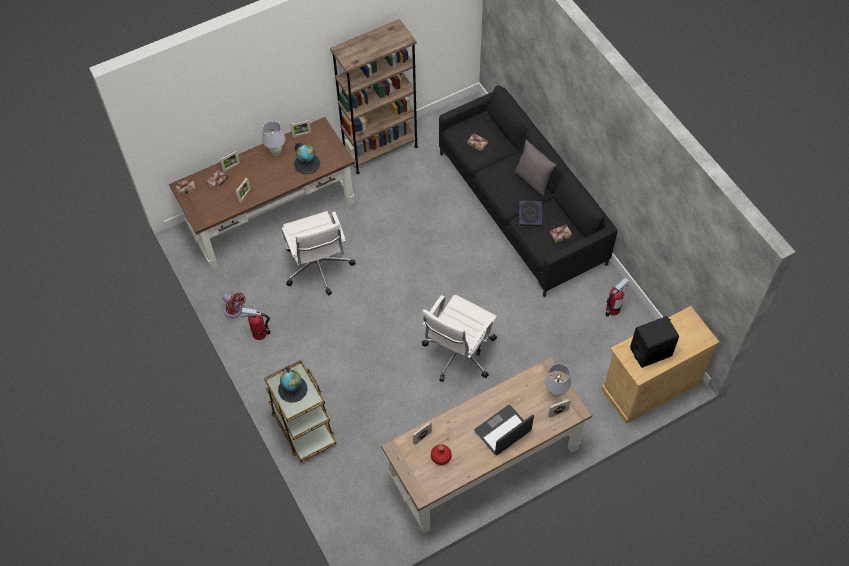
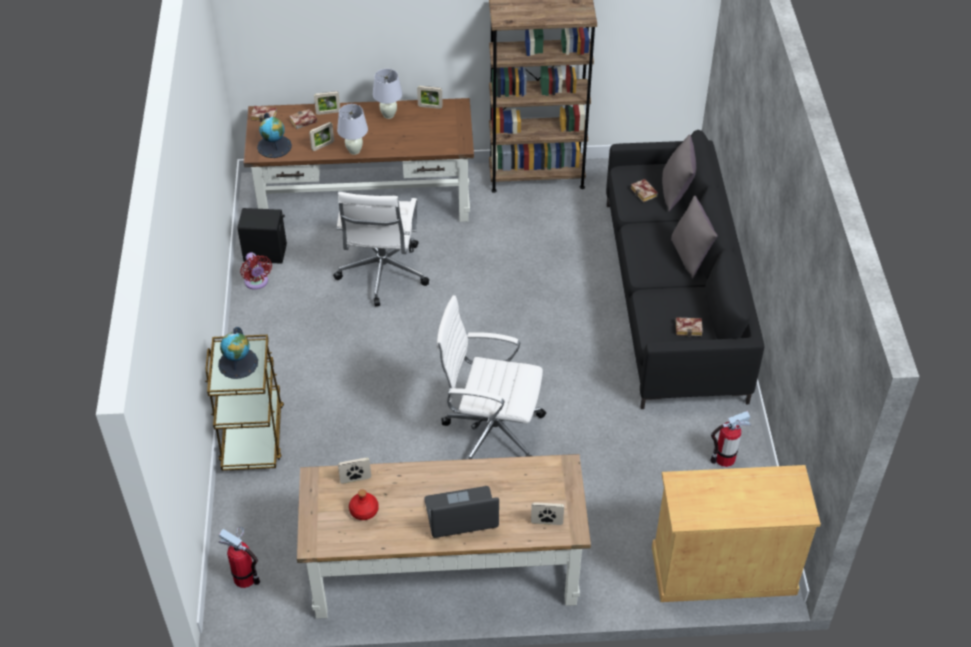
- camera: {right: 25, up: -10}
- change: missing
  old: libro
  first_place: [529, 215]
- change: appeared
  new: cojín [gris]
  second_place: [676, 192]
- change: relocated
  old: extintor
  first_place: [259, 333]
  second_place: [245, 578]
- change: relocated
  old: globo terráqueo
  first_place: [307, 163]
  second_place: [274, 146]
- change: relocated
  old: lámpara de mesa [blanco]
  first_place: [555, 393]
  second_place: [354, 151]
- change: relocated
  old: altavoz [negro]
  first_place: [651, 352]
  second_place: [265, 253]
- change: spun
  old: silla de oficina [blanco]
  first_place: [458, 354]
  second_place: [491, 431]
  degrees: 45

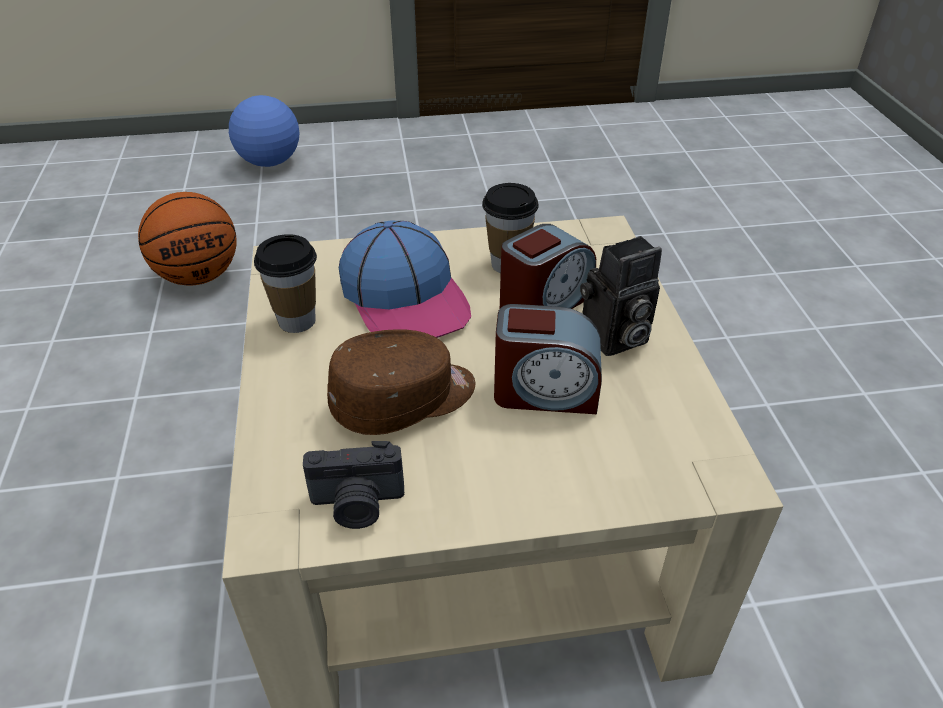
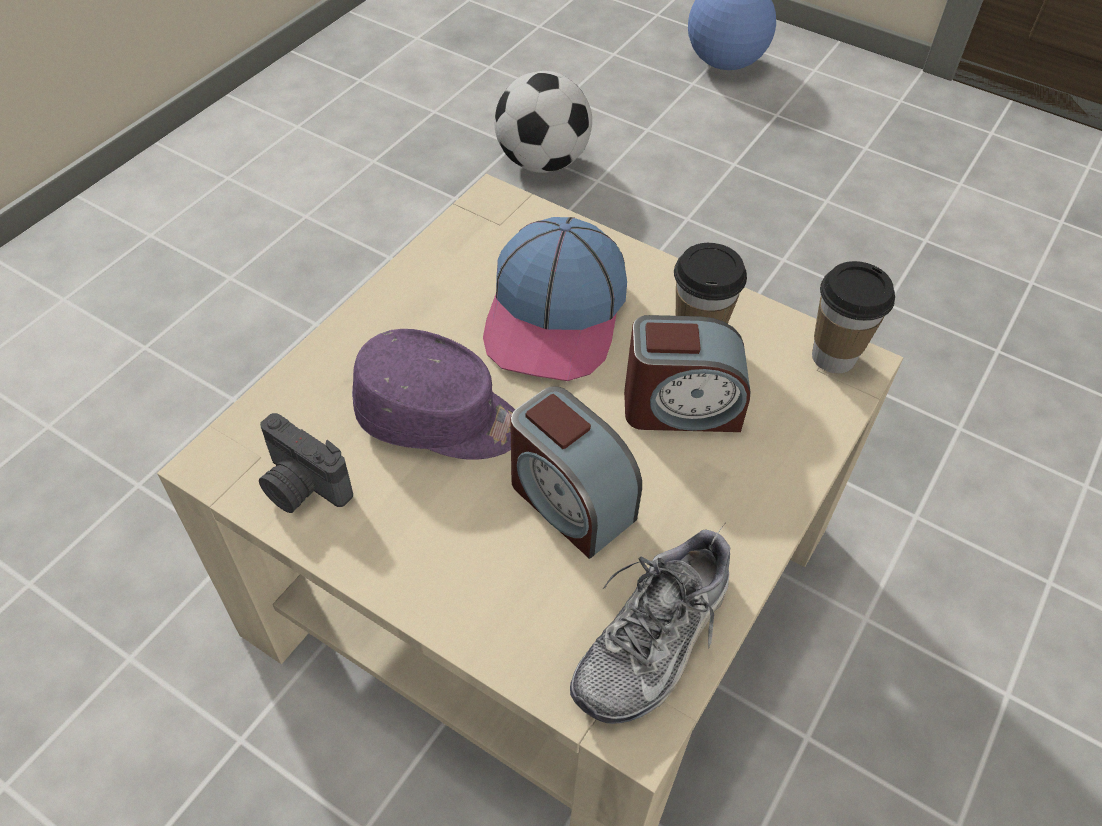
- camera: {right: 40, up: 10}
- change: missing
  old: cámara
  first_place: [613, 339]
- change: appeared
  new: zapato
  second_place: [654, 639]
- change: relocated
  old: taza
  first_place: [297, 321]
  second_place: [833, 357]
- change: exchanged
  old: balón de baloncesto
  new: balón de fútbol
  first_place: [198, 276]
  second_place: [543, 162]
- change: colour
  old: gorra [marrón]
  new: gorra [morado]
  first_place: [405, 400]
  second_place: [440, 419]

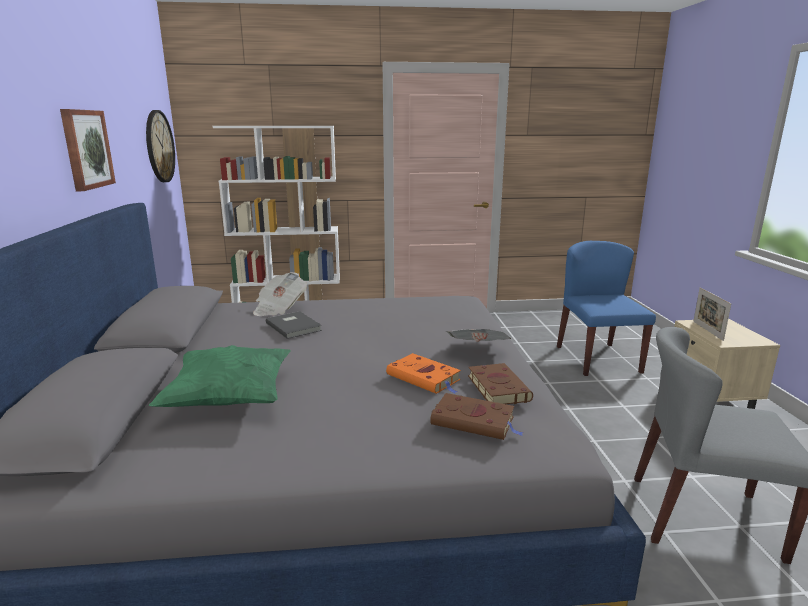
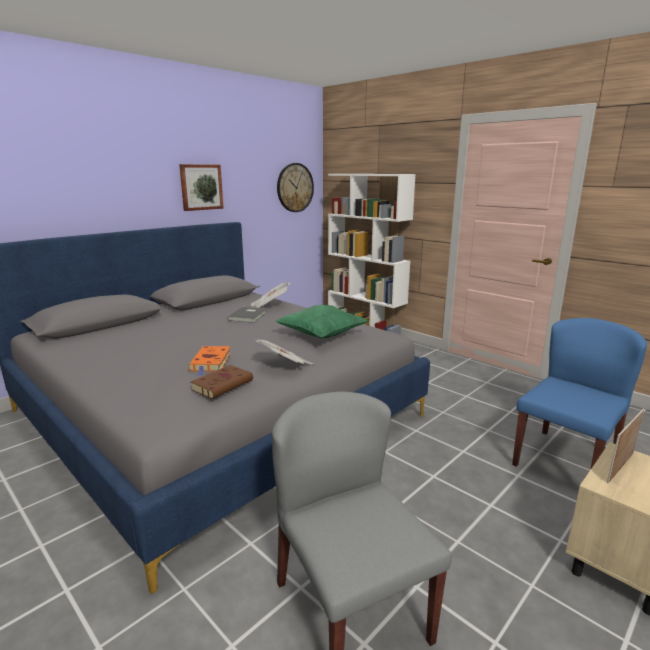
- camera: {right: 50, up: 0}
- change: missing
  old: libro [marrón]
  first_place: [475, 421]
- change: relocated
  old: cojín [verde]
  first_place: [229, 399]
  second_place: [321, 336]

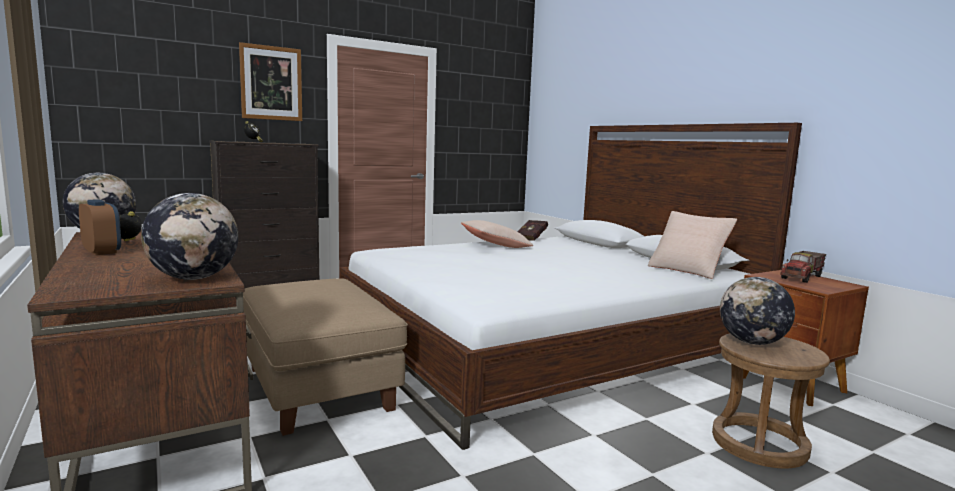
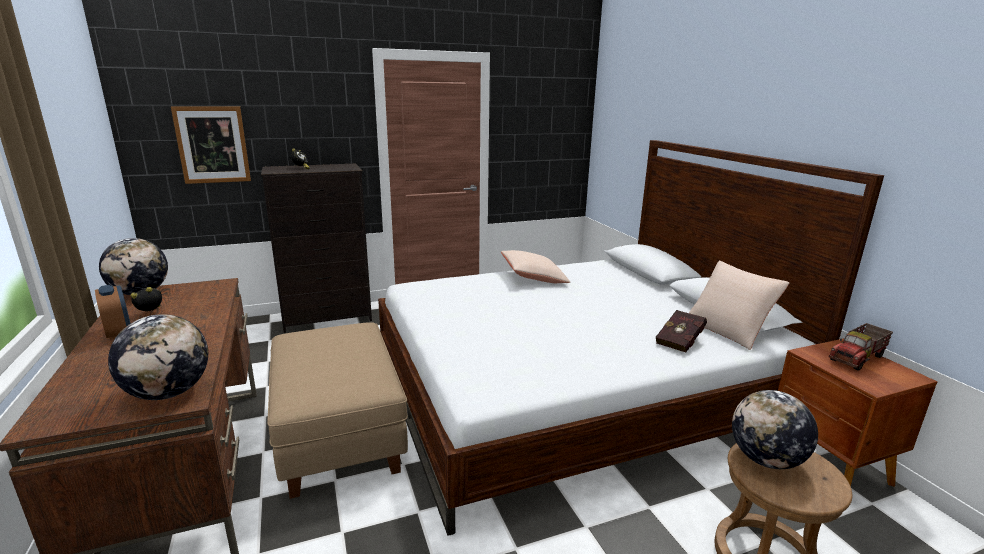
- camera: {right: 10, up: 10}
- change: relocated
  old: cuadro
  first_place: [271, 83]
  second_place: [212, 145]
- change: relocated
  old: libro [rojo]
  first_place: [532, 239]
  second_place: [681, 341]

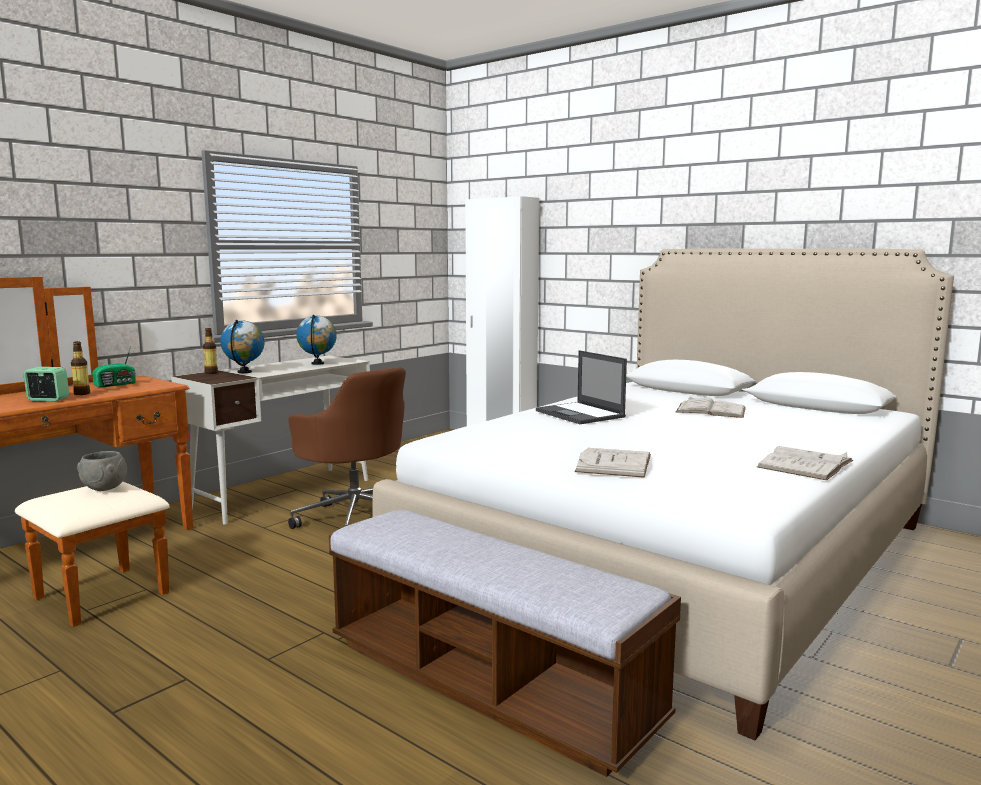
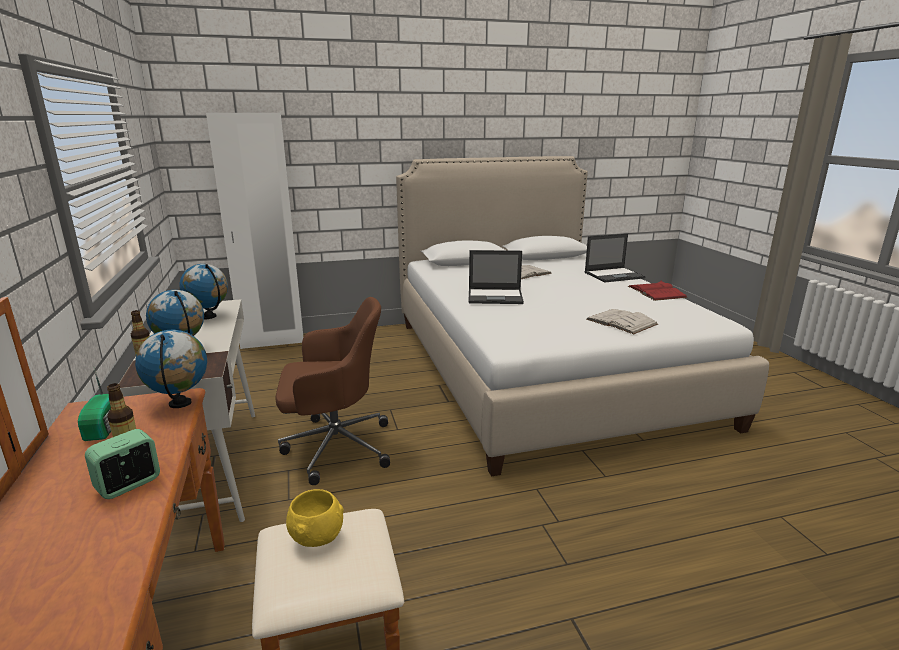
- camera: {right: -55, up: 10}
- change: missing
  old: banco
  first_place: [487, 683]
- change: appeared
  new: globo terráqueo
  second_place: [180, 403]
- change: appeared
  new: portátil
  second_place: [614, 275]
- change: colour
  old: cuenco [gris]
  new: cuenco [amarillo]
  first_place: [103, 489]
  second_place: [316, 539]
- change: colour
  old: libro [blanco]
  new: libro [rojo]
  first_place: [805, 464]
  second_place: [656, 292]

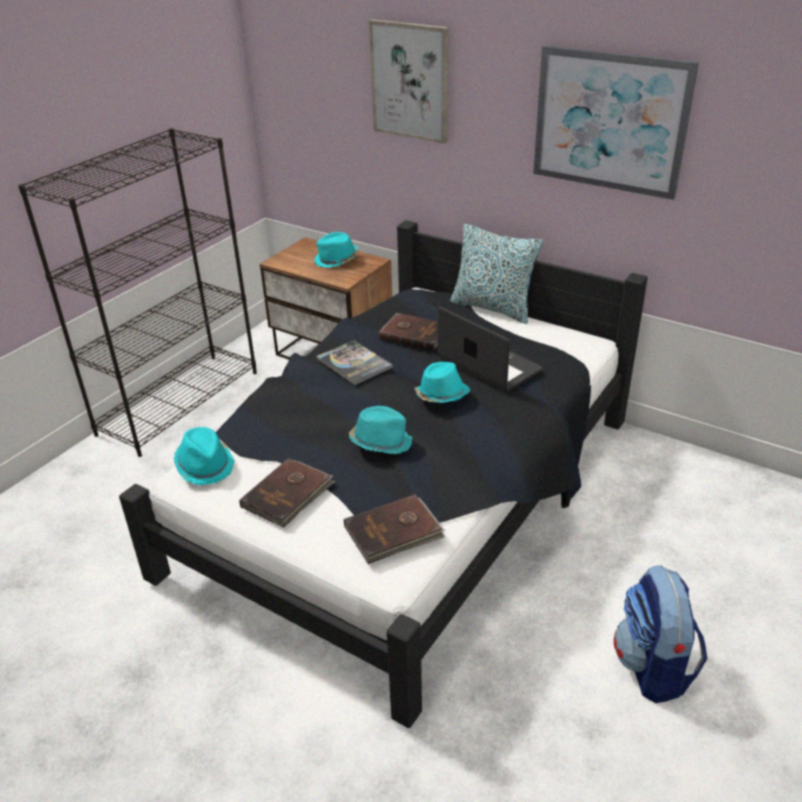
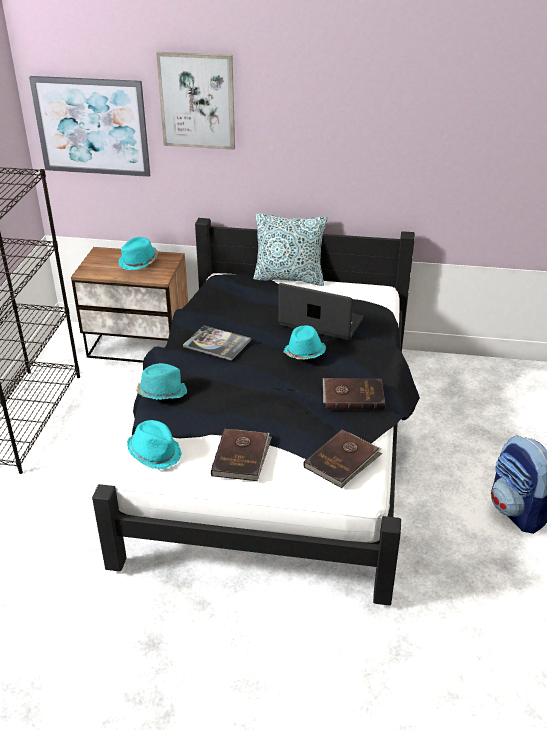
- camera: {right: -25, up: 0}
- change: relocated
  old: sombrero [turquesa]
  first_place: [380, 442]
  second_place: [161, 393]
- change: relocated
  old: libro [marrón]
  first_place: [415, 334]
  second_place: [353, 396]
- change: relocated
  old: cuadro
  first_place: [610, 121]
  second_place: [92, 126]

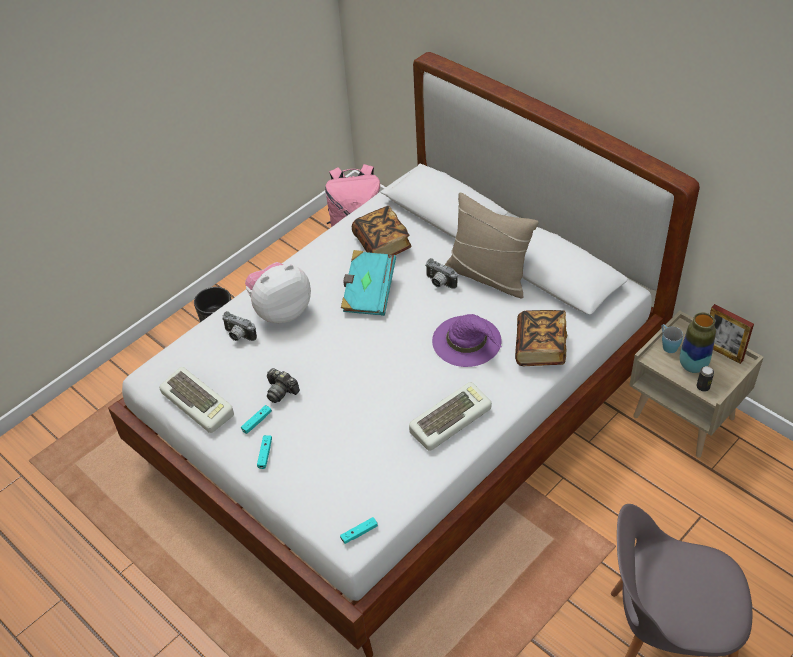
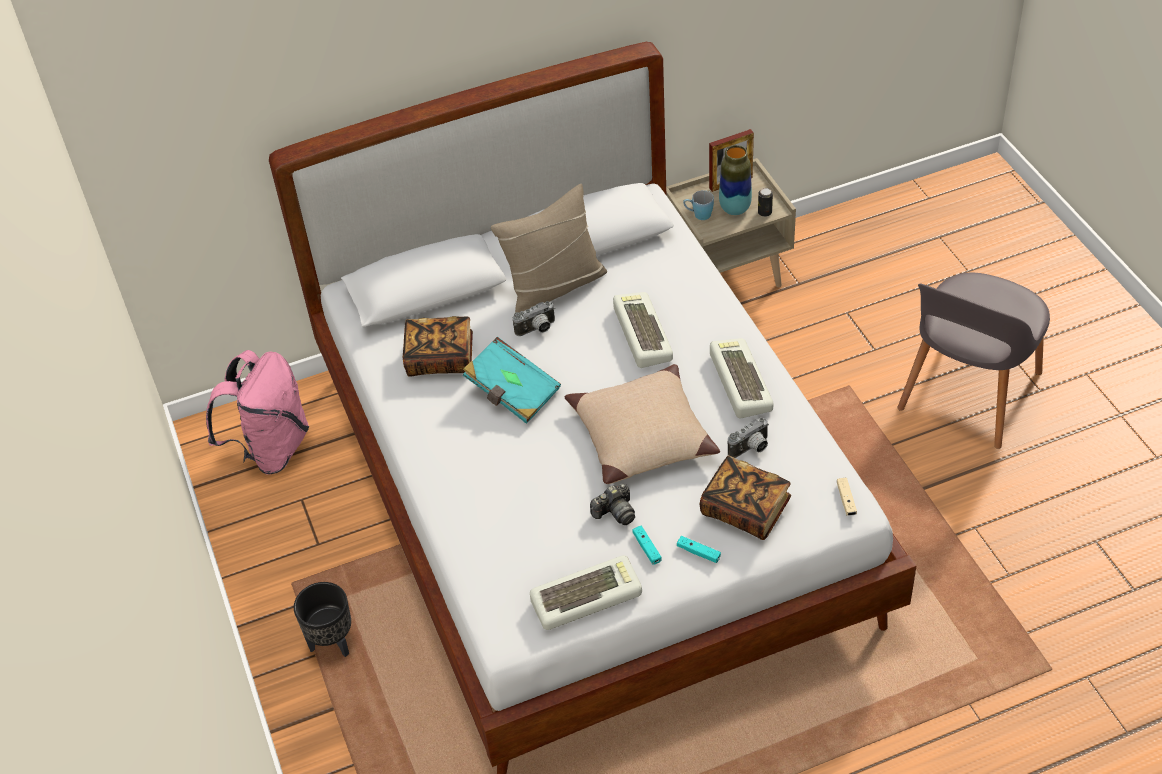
- camera: {right: -65, up: 0}
- change: missing
  old: peluche
  first_place: [281, 311]
- change: appeared
  new: cojín [beis]
  second_place: [641, 436]
- change: relocated
  old: cámara
  first_place: [238, 336]
  second_place: [751, 449]
- change: relocated
  old: libro
  first_place: [540, 348]
  second_place: [745, 510]
- change: exchanged
  old: sombrero [morado]
  new: teclado
  first_place: [467, 341]
  second_place: [640, 334]
- change: colour
  old: mando de consola [turquesa]
  new: mando de consola [beis]
  first_place: [359, 533]
  second_place: [846, 500]

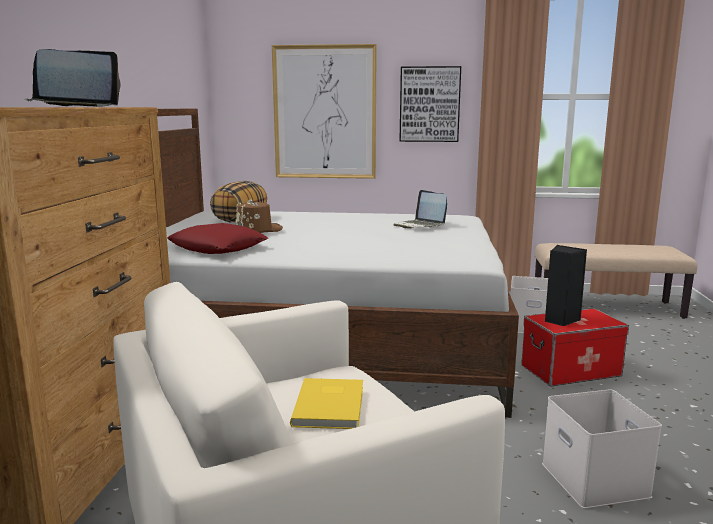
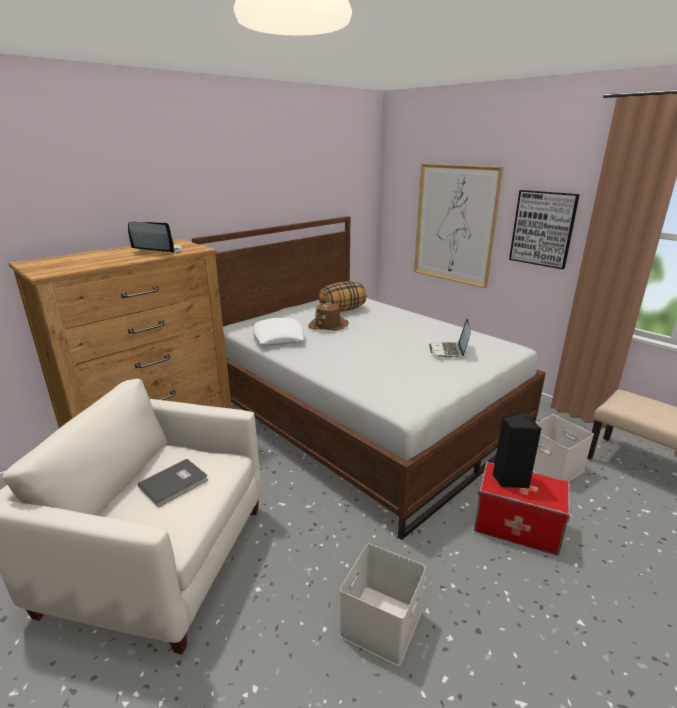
- camera: {right: 40, up: 10}
- change: colour
  old: cojín [rojo]
  new: cojín [blanco]
  first_place: [218, 248]
  second_place: [279, 337]
- change: colour
  old: libro [amarillo]
  new: libro [gris]
  first_place: [331, 405]
  second_place: [175, 484]

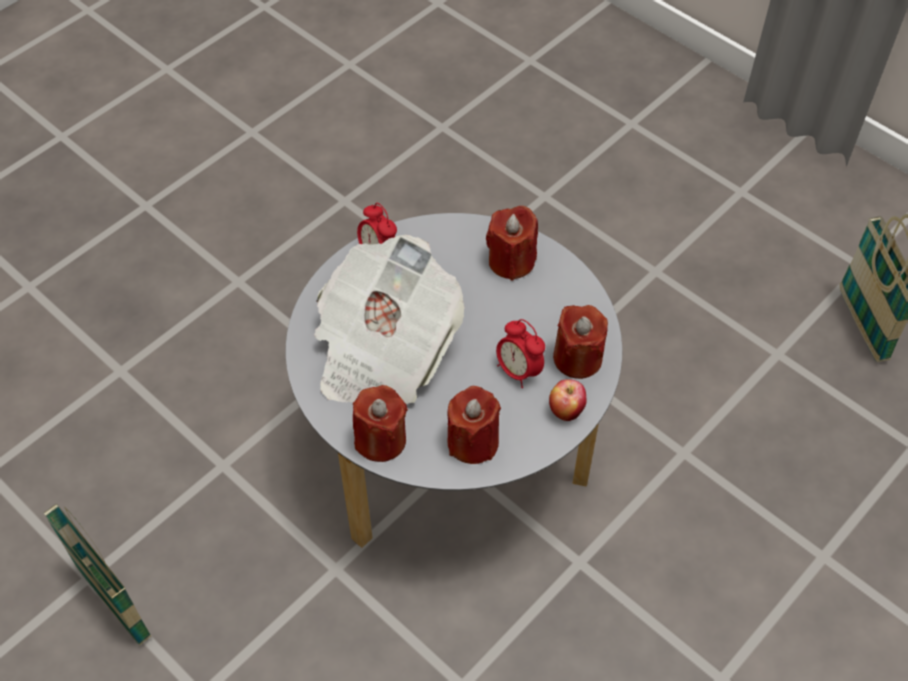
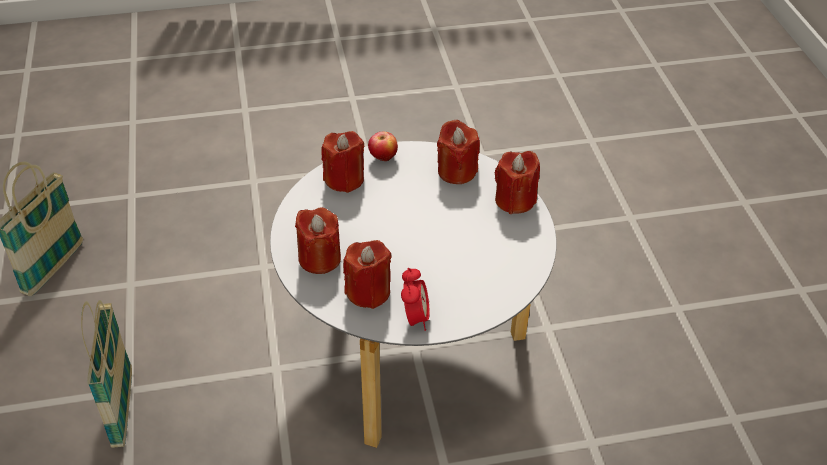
- camera: {right: -145, up: -10}
- change: missing
  old: periódico
  first_place: [383, 349]
- change: missing
  old: despertador
  first_place: [518, 371]
- change: appeared
  new: vela [rojo]
  second_place: [368, 292]
- change: relocated
  old: cesta
  first_place: [114, 603]
  second_place: [123, 408]

